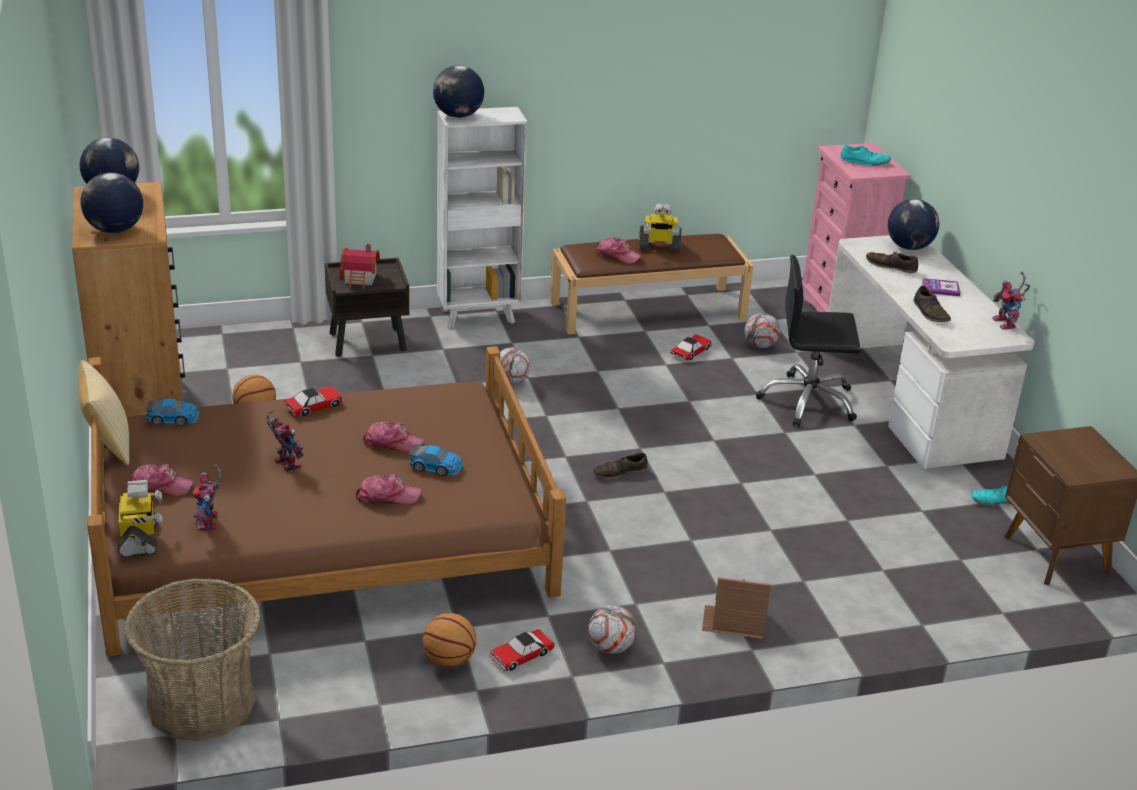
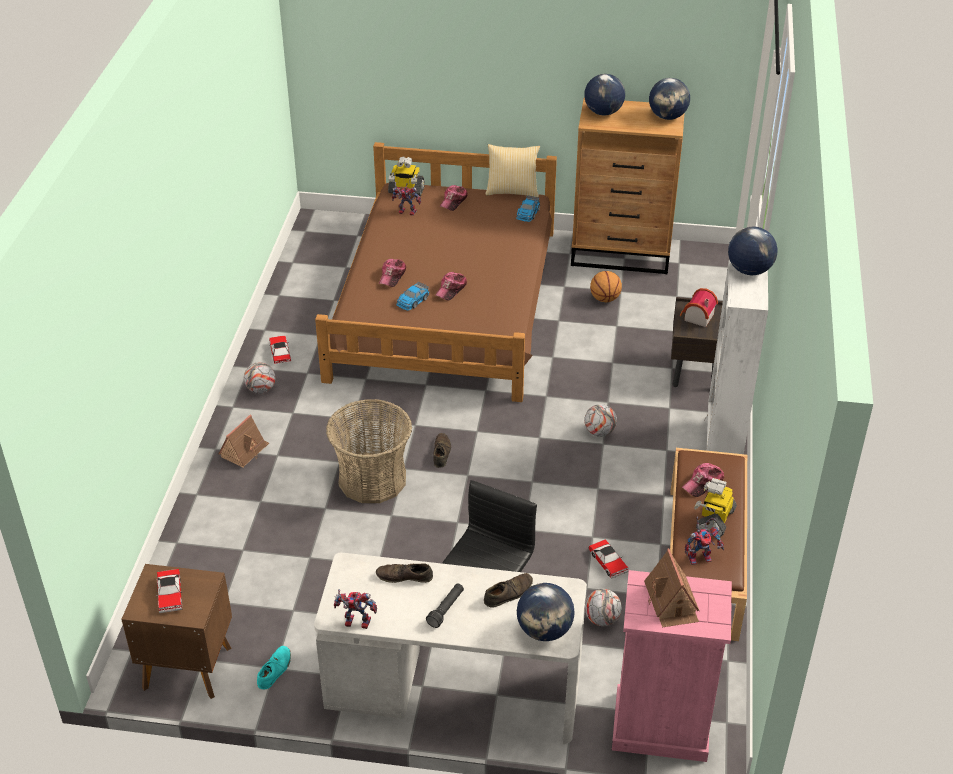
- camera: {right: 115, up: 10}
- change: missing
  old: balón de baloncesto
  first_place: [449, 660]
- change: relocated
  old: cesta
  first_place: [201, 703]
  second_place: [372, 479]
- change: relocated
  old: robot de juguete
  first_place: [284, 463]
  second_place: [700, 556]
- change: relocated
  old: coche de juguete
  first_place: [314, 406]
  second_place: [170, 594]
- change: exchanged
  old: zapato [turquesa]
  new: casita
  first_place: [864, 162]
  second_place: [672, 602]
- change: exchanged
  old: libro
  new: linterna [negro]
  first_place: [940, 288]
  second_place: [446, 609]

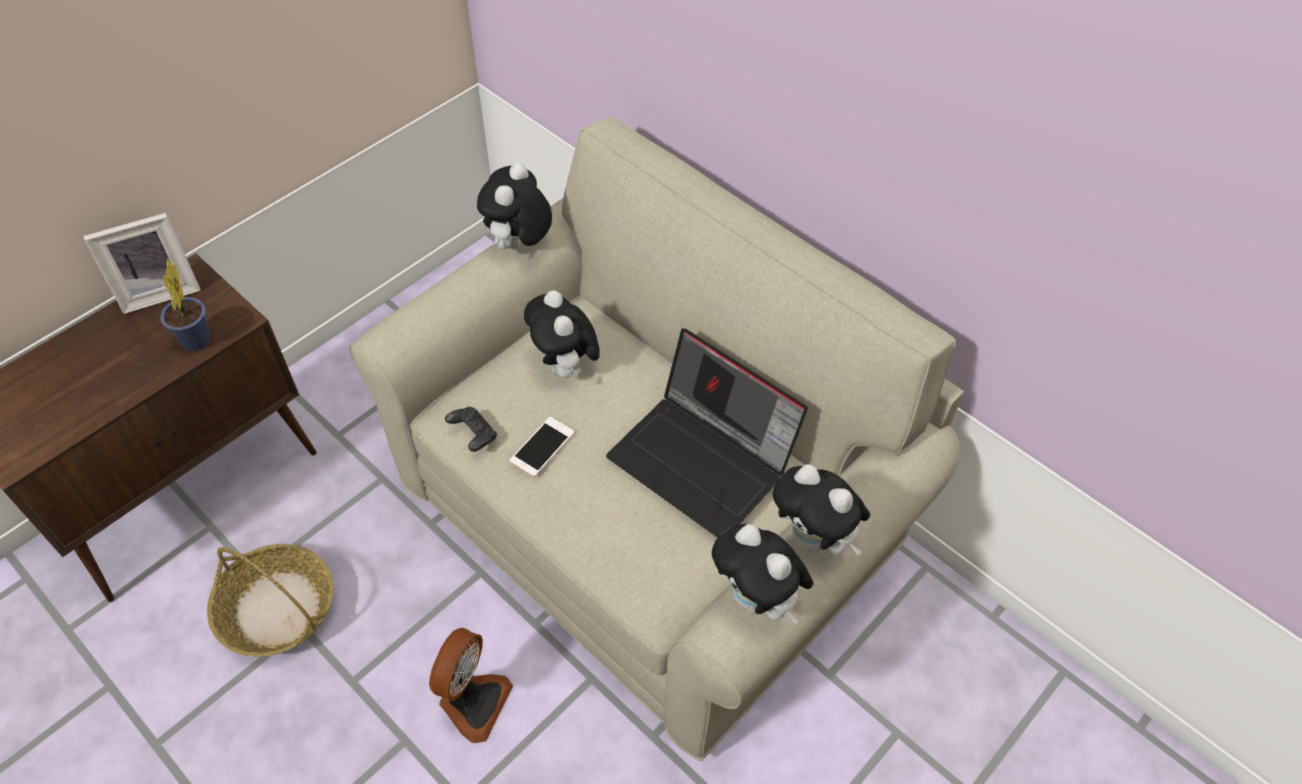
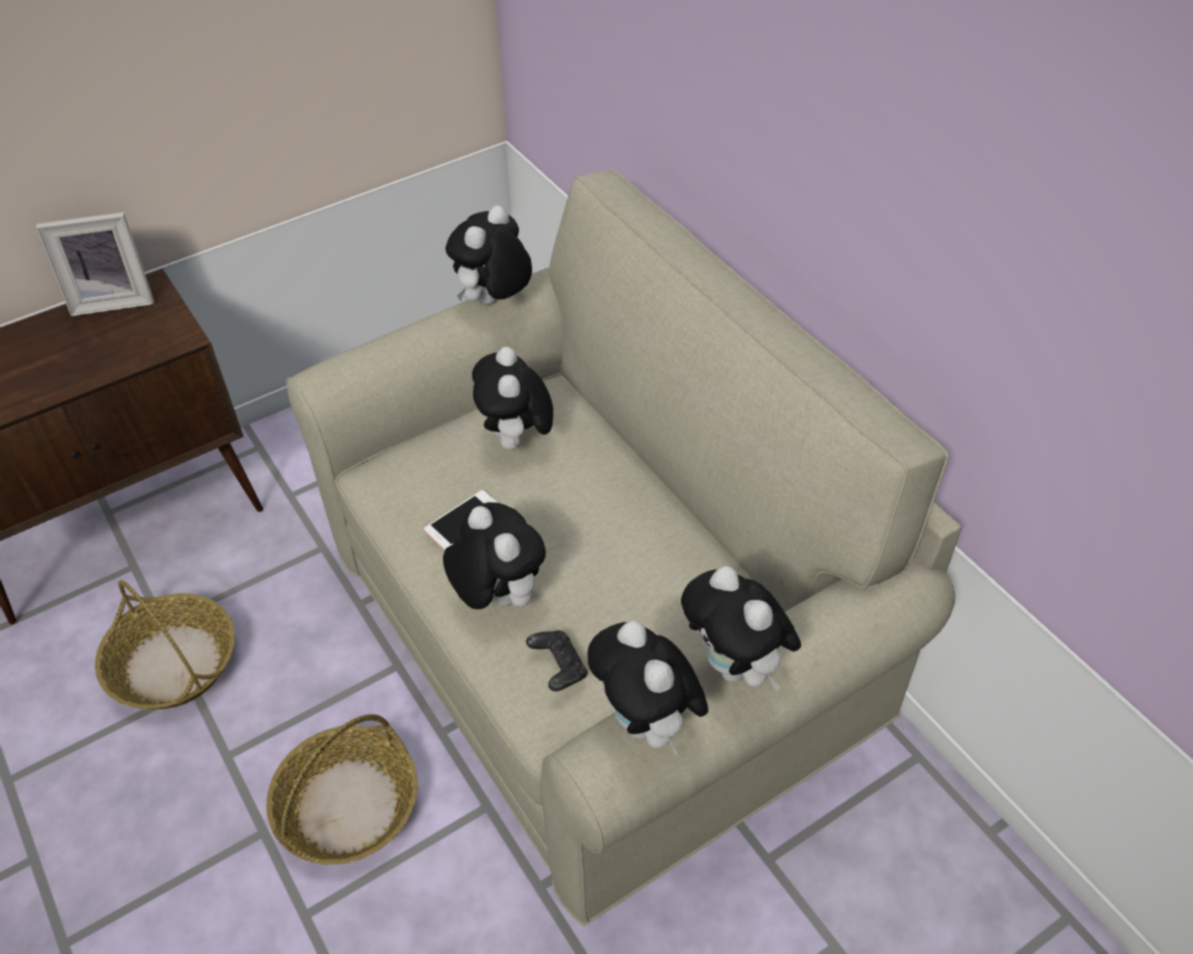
- camera: {right: 15, up: -5}
- change: missing
  old: planta en maceta
  first_place: [196, 344]
- change: missing
  old: portátil
  first_place: [704, 461]
- change: appeared
  new: peluche
  second_place: [497, 596]
- change: relocated
  old: mando de consola [negro]
  first_place: [473, 435]
  second_place: [558, 668]
- change: exchanged
  old: ventilador
  new: cesta
  first_place: [472, 702]
  second_place: [348, 805]

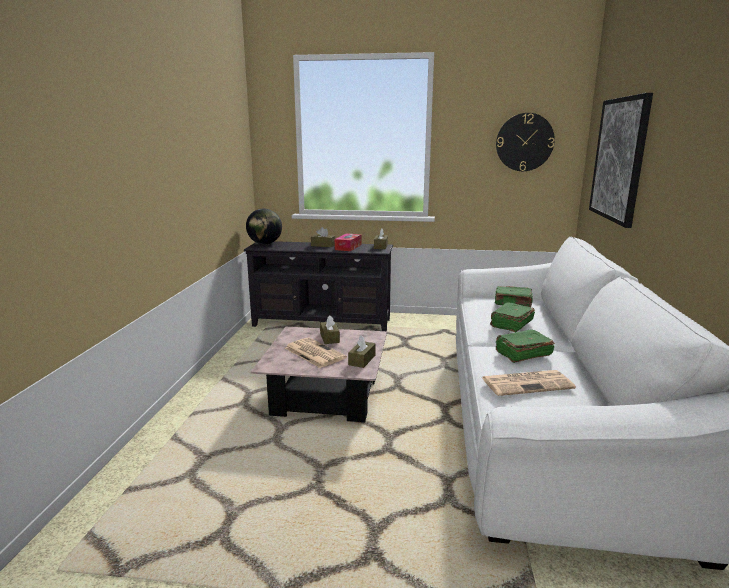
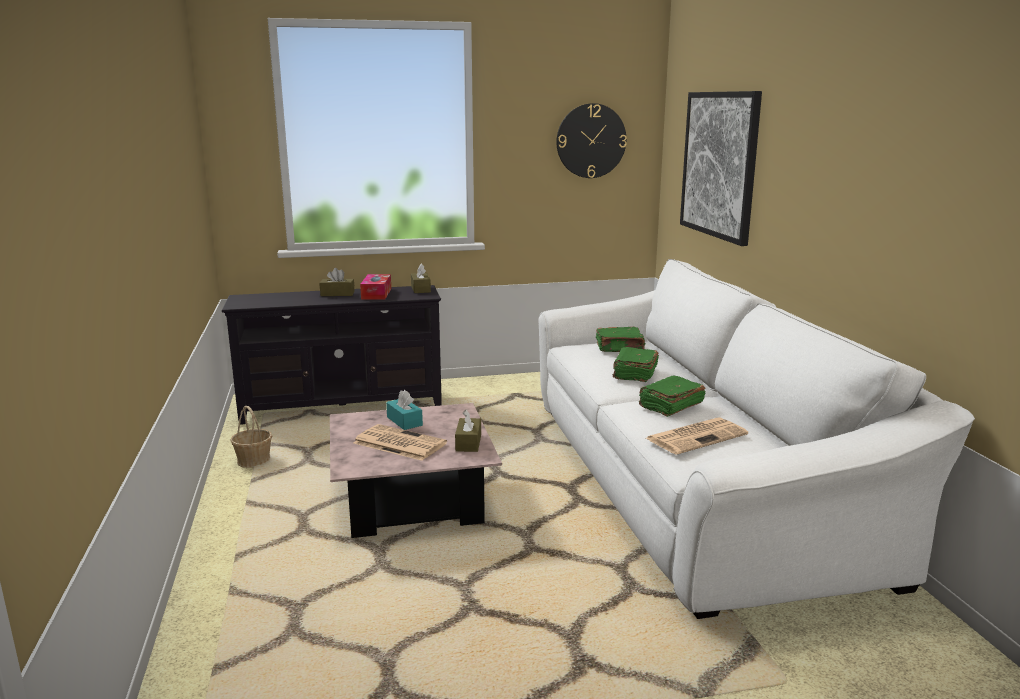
- camera: {right: -20, up: 0}
- change: missing
  old: globo terráqueo
  first_place: [265, 244]
- change: appeared
  new: cesta
  second_place: [254, 460]
- change: colour
  old: caja de pañuelos [marrón]
  new: caja de pañuelos [turquesa]
  first_place: [329, 338]
  second_place: [404, 421]

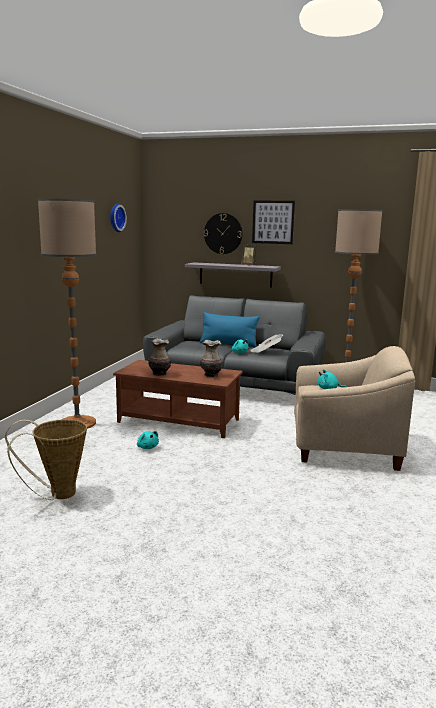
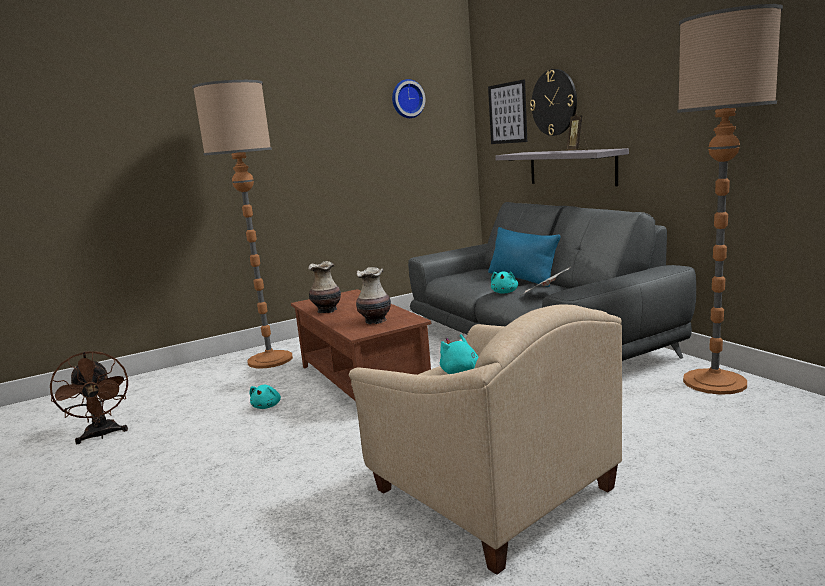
- camera: {right: 45, up: 0}
- change: relocated
  old: cuadro
  first_place: [273, 222]
  second_place: [507, 113]
- change: exchanged
  old: cesta
  new: ventilador [marrón]
  first_place: [57, 495]
  second_place: [102, 435]

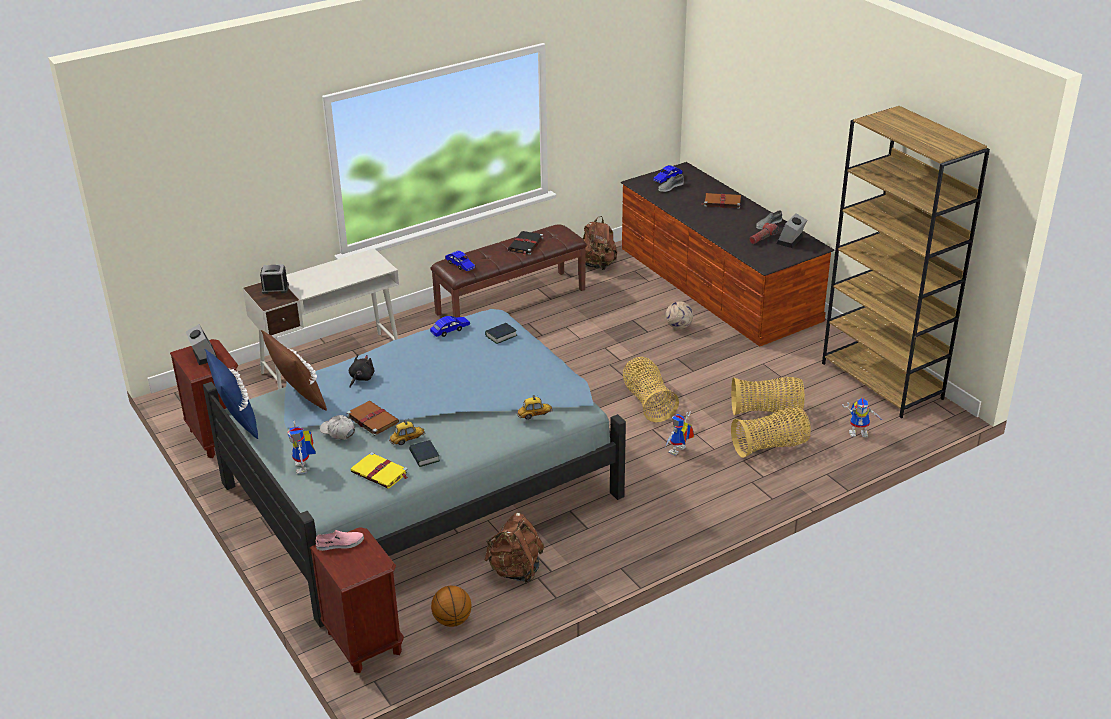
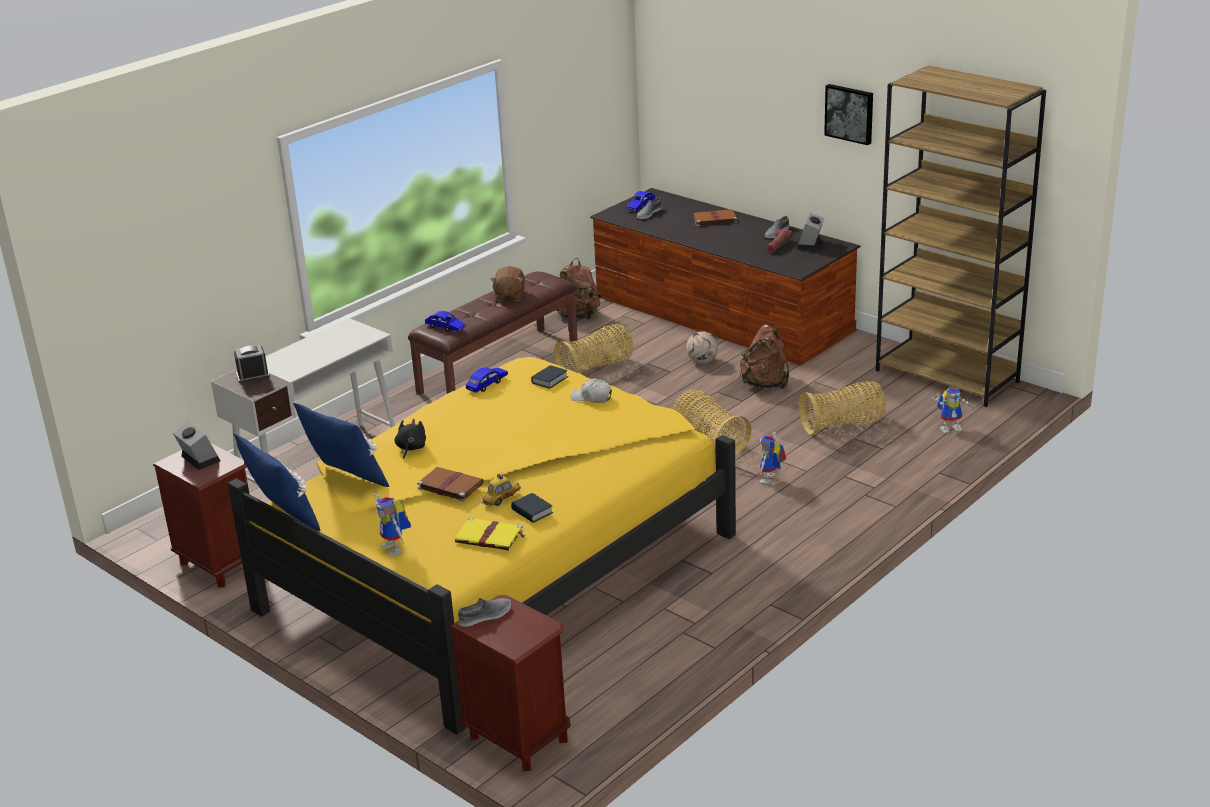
- camera: {right: -15, up: -5}
- change: missing
  old: balón de baloncesto
  first_place: [452, 620]
- change: missing
  old: coche de juguete
  first_place: [534, 415]
- change: appeared
  new: cuadro
  second_place: [850, 113]
- change: relocated
  old: gorra [blanco]
  first_place: [338, 431]
  second_place: [592, 397]
- change: relocated
  old: mochila [marrón]
  first_place: [515, 570]
  second_place: [765, 384]
- change: relocated
  old: cesta
  first_place: [771, 446]
  second_place: [596, 367]
- change: exchanged
  old: libro [negro]
  new: peluche [marrón]
  first_place: [525, 244]
  second_place: [509, 296]
- change: colour
  old: cama [azul]
  new: cama [amarillo]
  first_place: [424, 480]
  second_place: [497, 562]
- change: colour
  old: cojín [marrón]
  new: cojín [azul]
  first_place: [298, 398]
  second_place: [346, 481]
- change: colour
  old: zapato [rosa]
  new: zapato [gris]
  first_place: [340, 544]
  second_place: [485, 616]

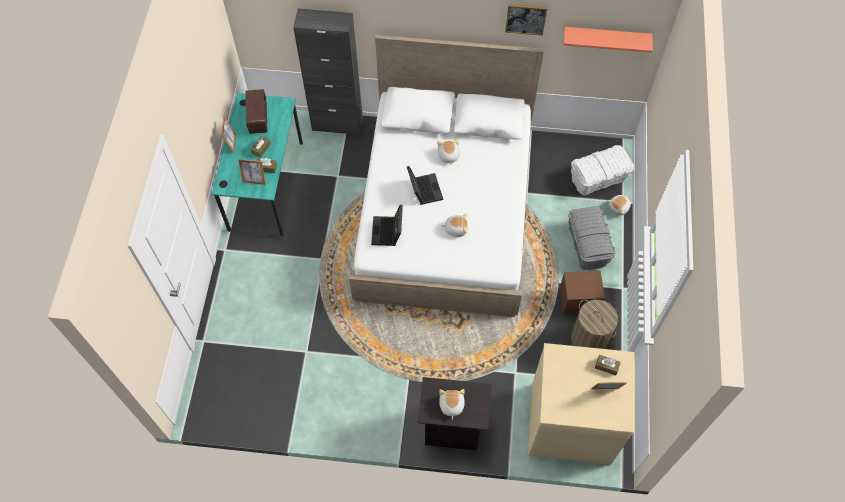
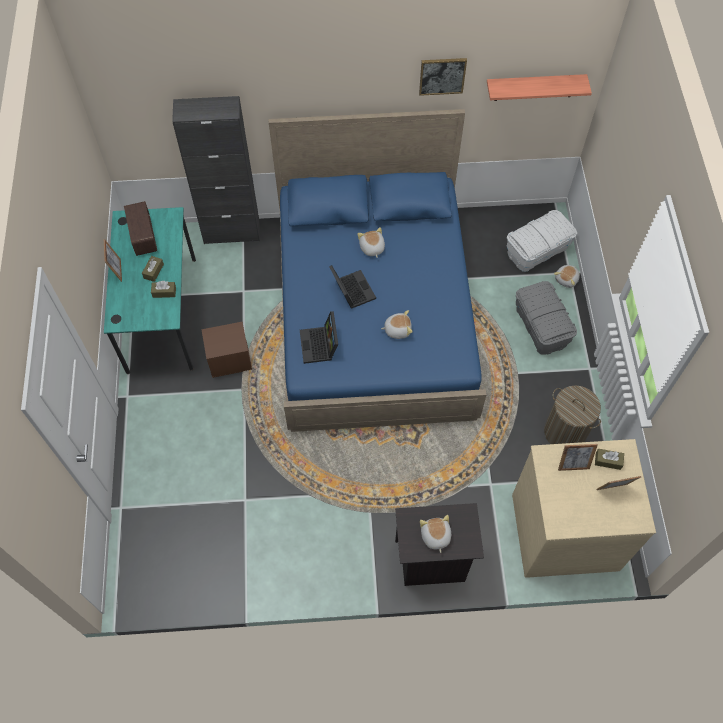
- camera: {right: -10, up: 0}
- change: relocated
  old: portarretratos
  first_place: [254, 180]
  second_place: [573, 465]
- change: relocated
  old: caja de almacenaje [marrón]
  first_place: [578, 300]
  second_place: [229, 360]
- change: colour
  old: cama [blanco]
  new: cama [azul]
  first_place: [445, 212]
  second_place: [375, 314]

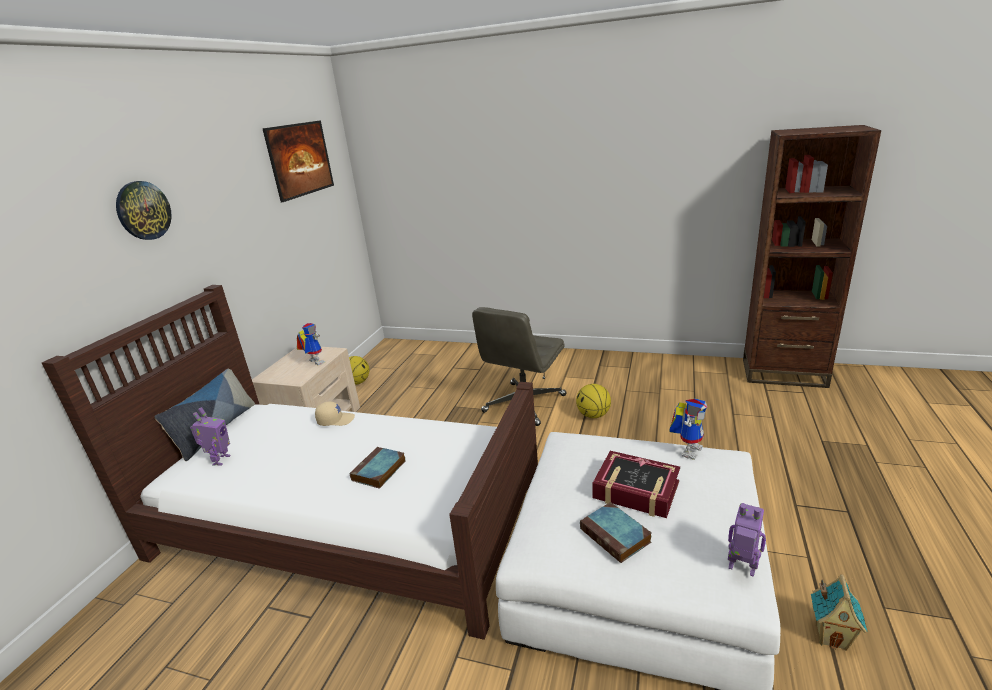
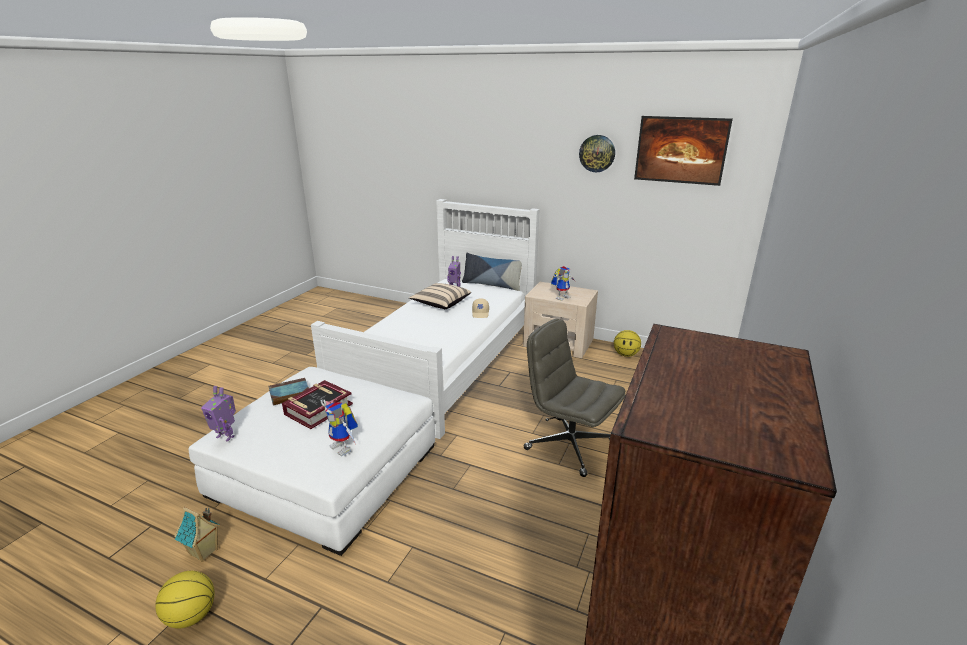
- camera: {right: 95, up: 0}
- change: missing
  old: libro
  first_place: [379, 471]
- change: appeared
  new: cojín [beis]
  second_place: [440, 303]
- change: relocated
  old: reloj de pared
  first_place: [143, 210]
  second_place: [597, 153]
- change: relocated
  old: balón de baloncesto
  first_place: [593, 415]
  second_place: [191, 616]
- change: colour
  old: cama [marrón]
  new: cama [blanco]
  first_place: [347, 520]
  second_place: [442, 361]
- change: spun
  old: robot de juguete
  first_place: [741, 568]
  second_place: [226, 436]
  degrees: 75

